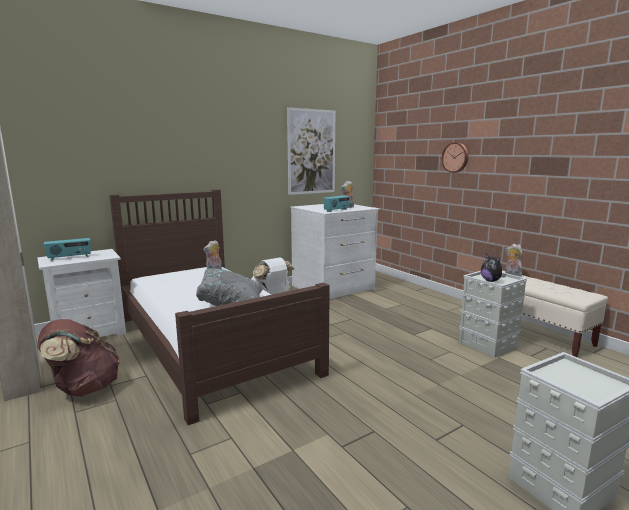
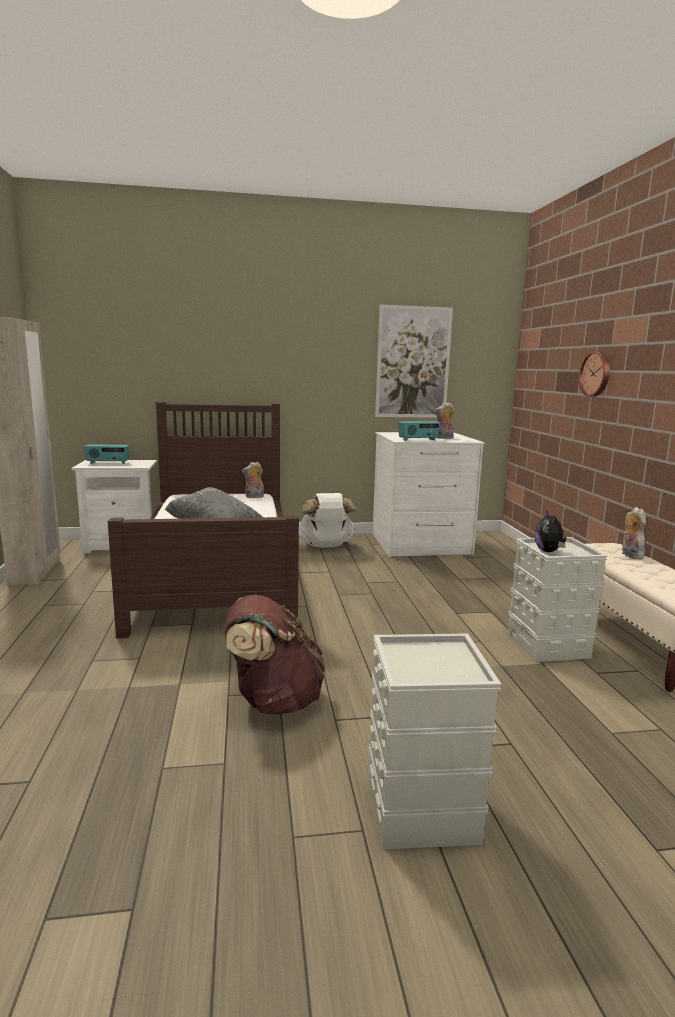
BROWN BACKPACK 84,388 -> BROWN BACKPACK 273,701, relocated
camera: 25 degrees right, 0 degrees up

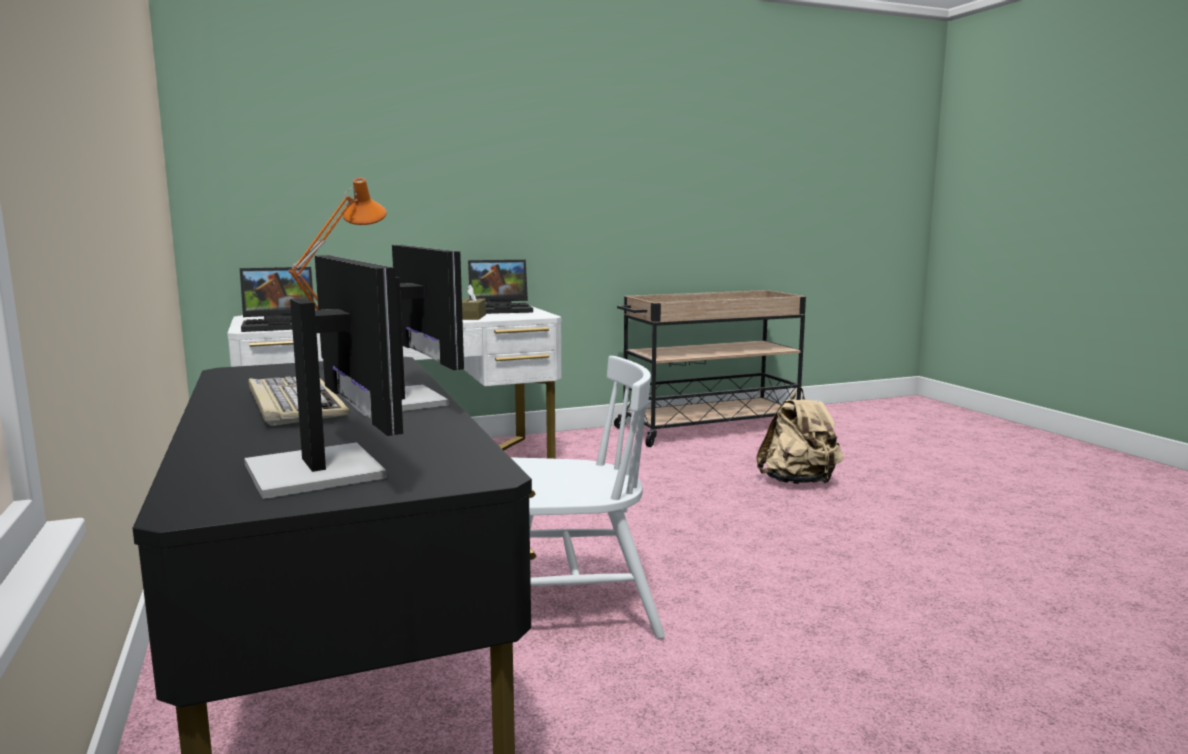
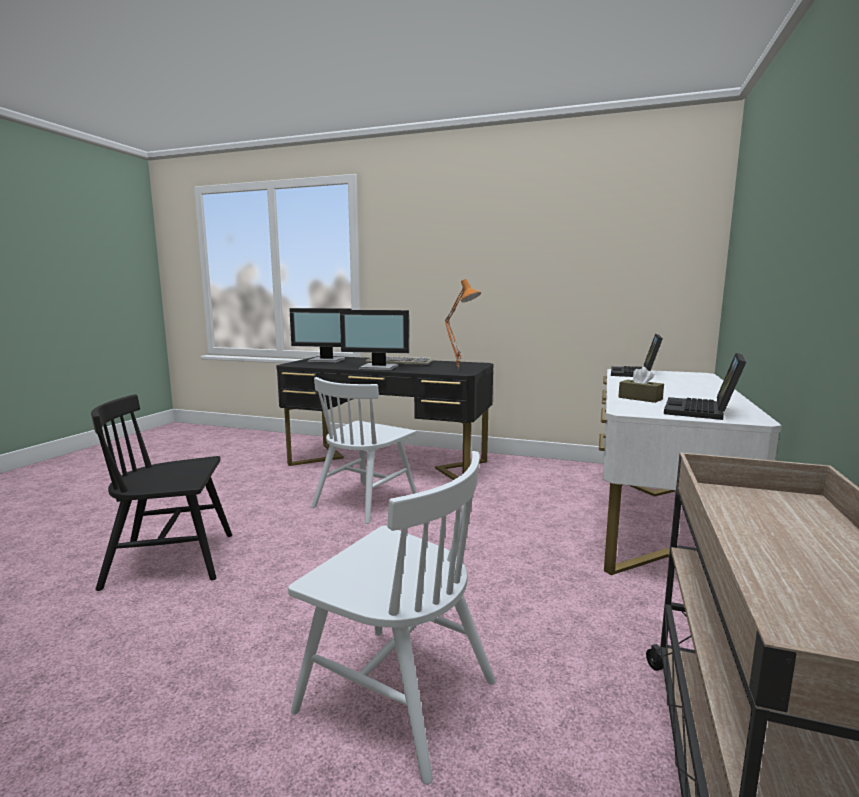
BEIGE BACKPACK 799,482 -> WHITE CHAIR 396,695
none -> BLACK CHAIR 171,560
camera: 130 degrees right, 0 degrees up

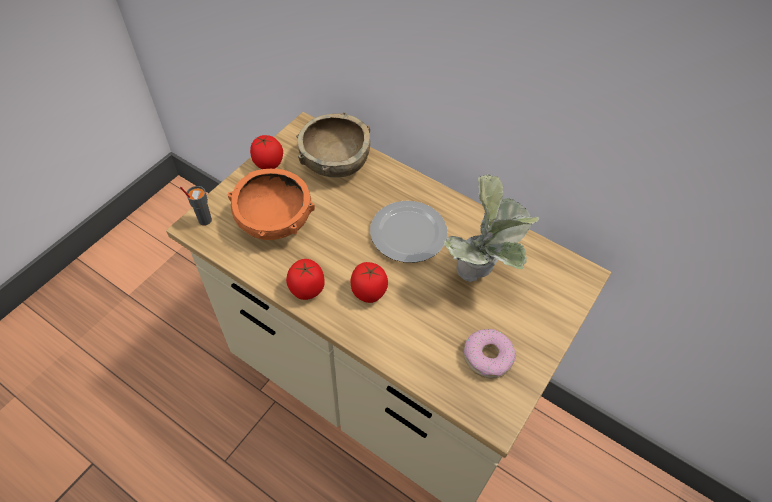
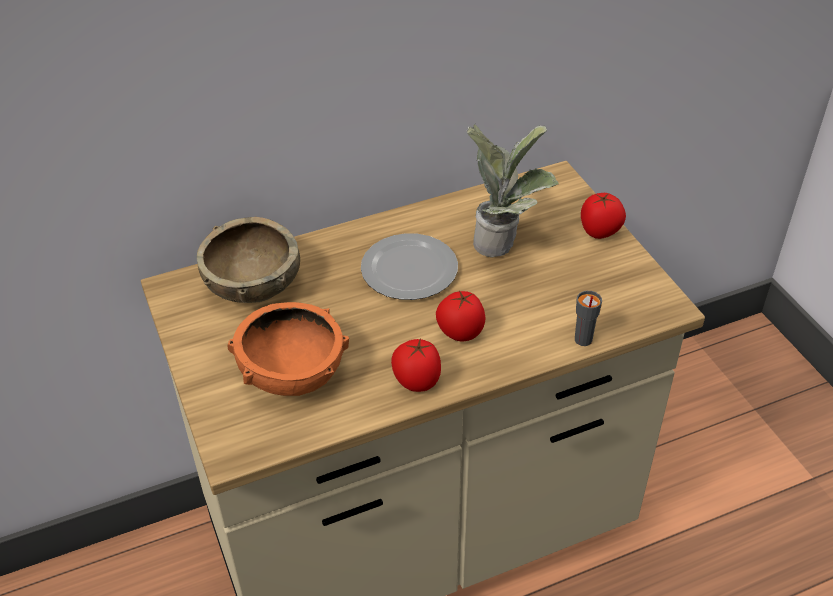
TOMATO 268,165 -> TOMATO 600,232, relocated
GREY CUP 204,220 -> GREY CUP 583,340, relocated
DONUT 487,357 -> none
camera: 55 degrees left, 10 degrees down

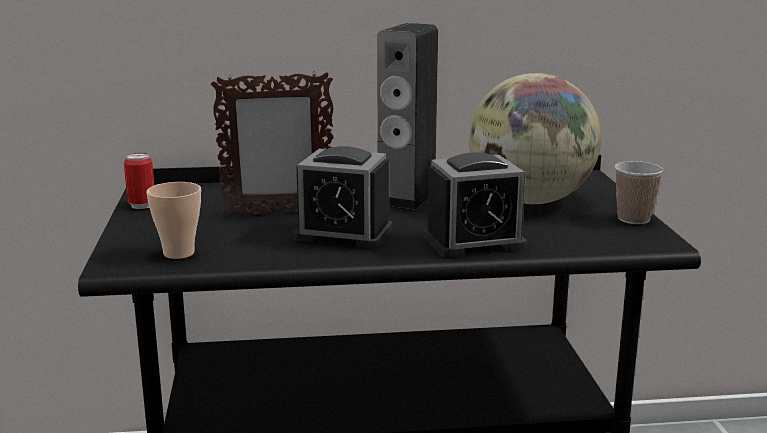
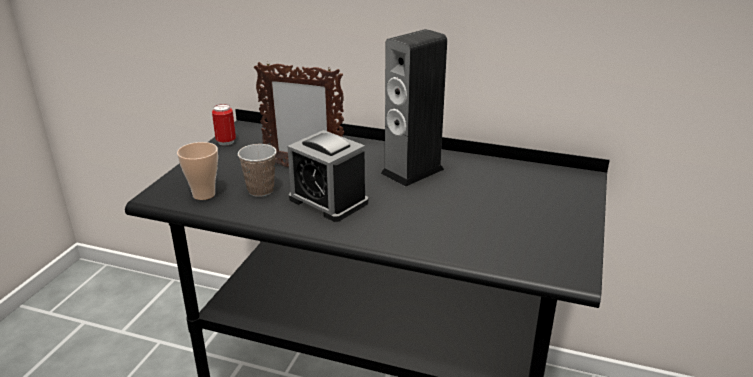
GLOBE 530,201 -> none
ALARM CLOCK 474,242 -> none
CUP 633,219 -> CUP 261,190, relocated
camera: 25 degrees right, 10 degrees up

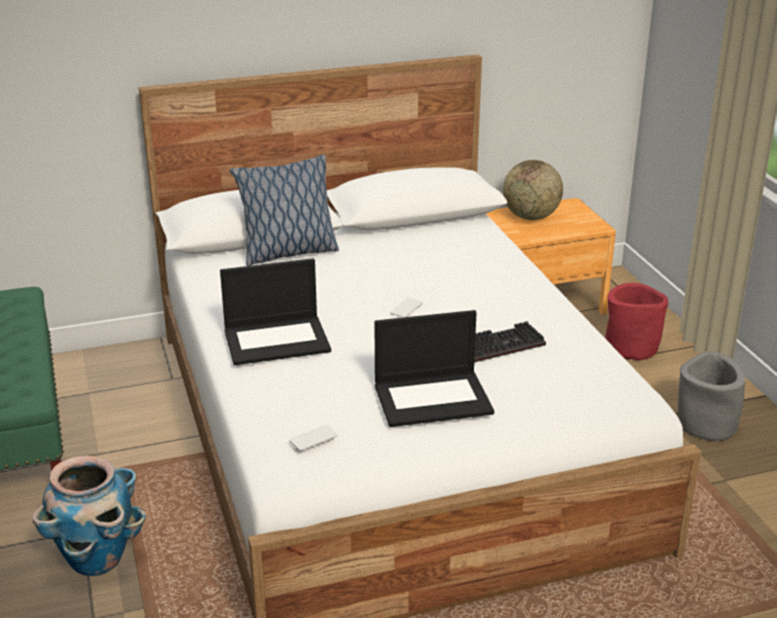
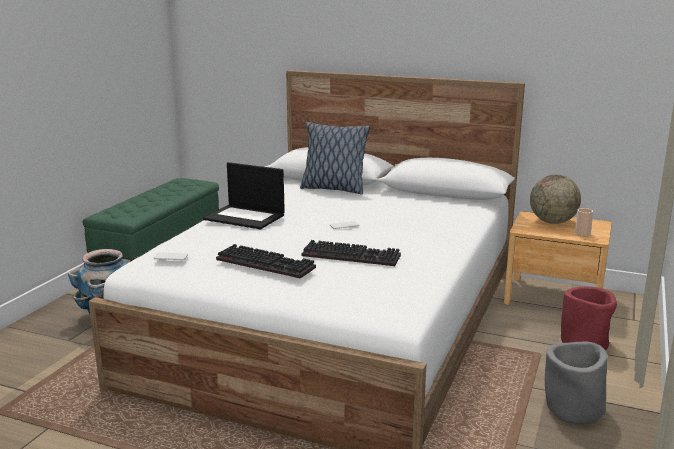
LAPTOP 433,398 -> KEYBOARD 268,263
none -> CUP 582,234
camera: 40 degrees right, 10 degrees down

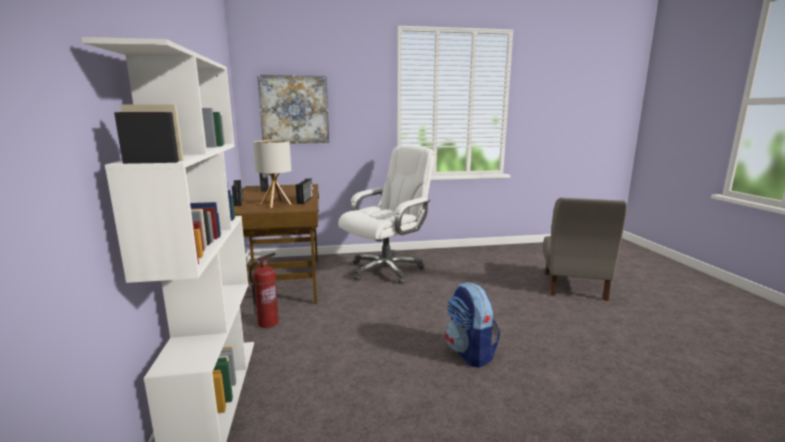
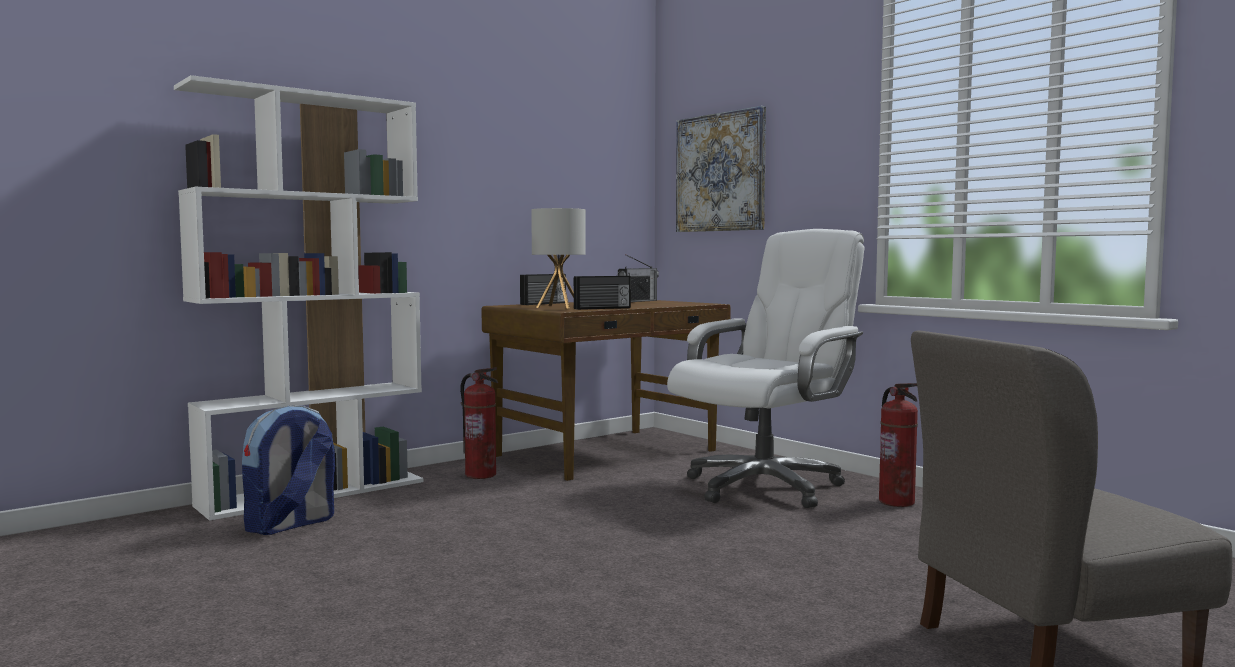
WHITE OFFICE CHAIR 386,269 -> WHITE OFFICE CHAIR 764,487, 60 degrees counterclockwise
BACKPACK 470,353 -> BACKPACK 290,525, relocated
none -> FIRE EXTINGUISHER 897,502
camera: 60 degrees right, 10 degrees down

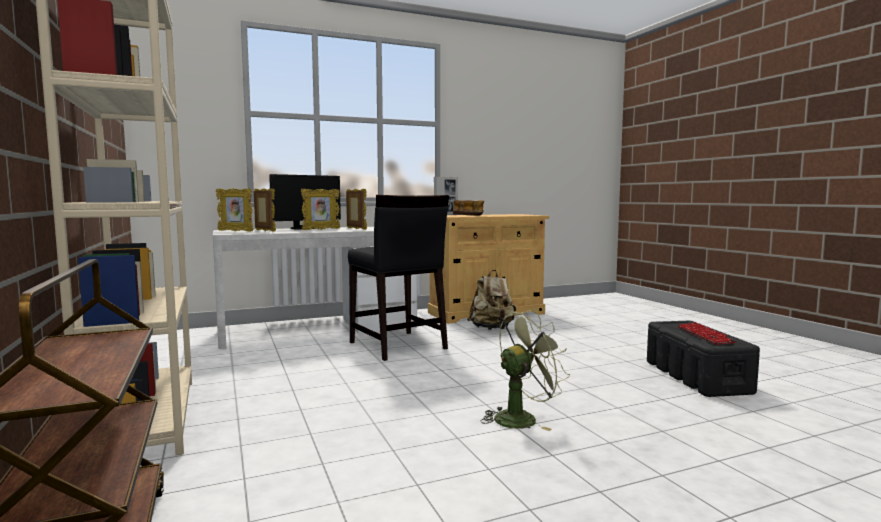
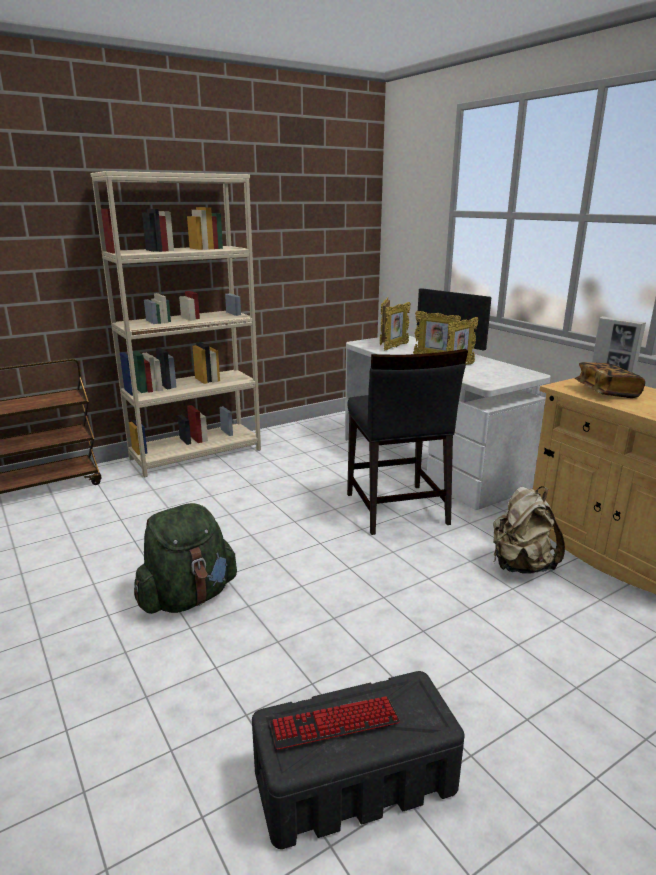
BLACK CHAIR 397,346 -> BLACK CHAIR 396,509, 60 degrees counterclockwise
GREEN FAN 522,418 -> GREEN BACKPACK 188,597
camera: 80 degrees right, 15 degrees up

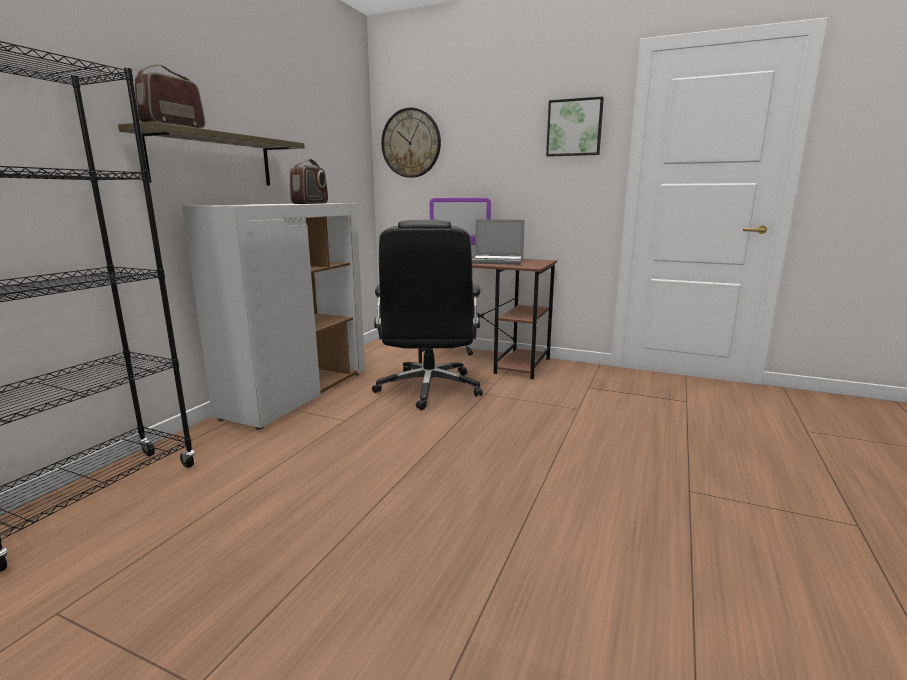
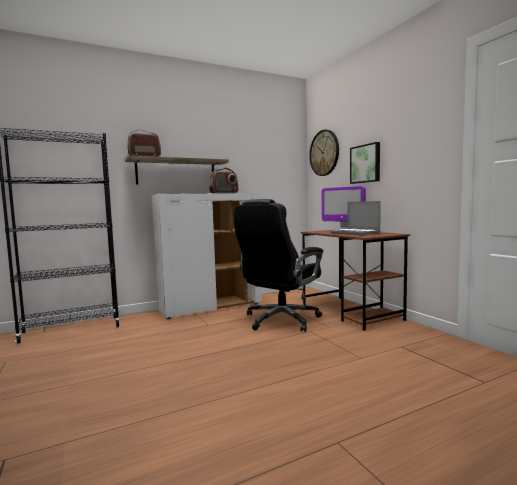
PICTURE 574,128 -> PICTURE 366,163, relocated
camera: 40 degrees right, 10 degrees down

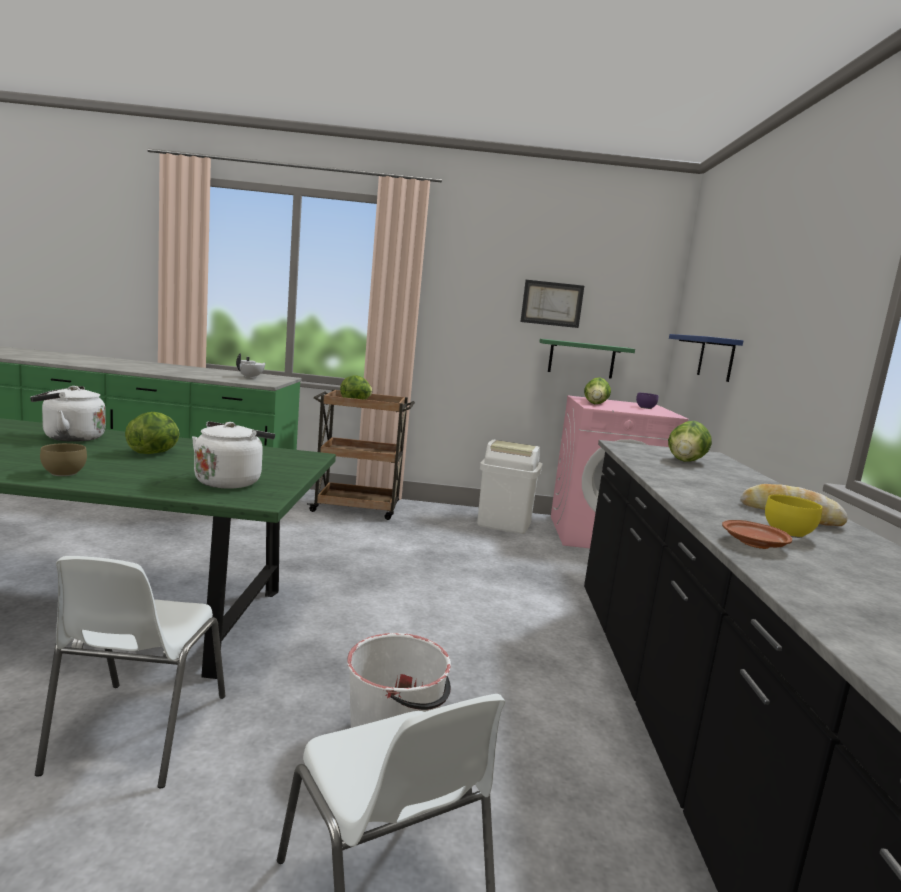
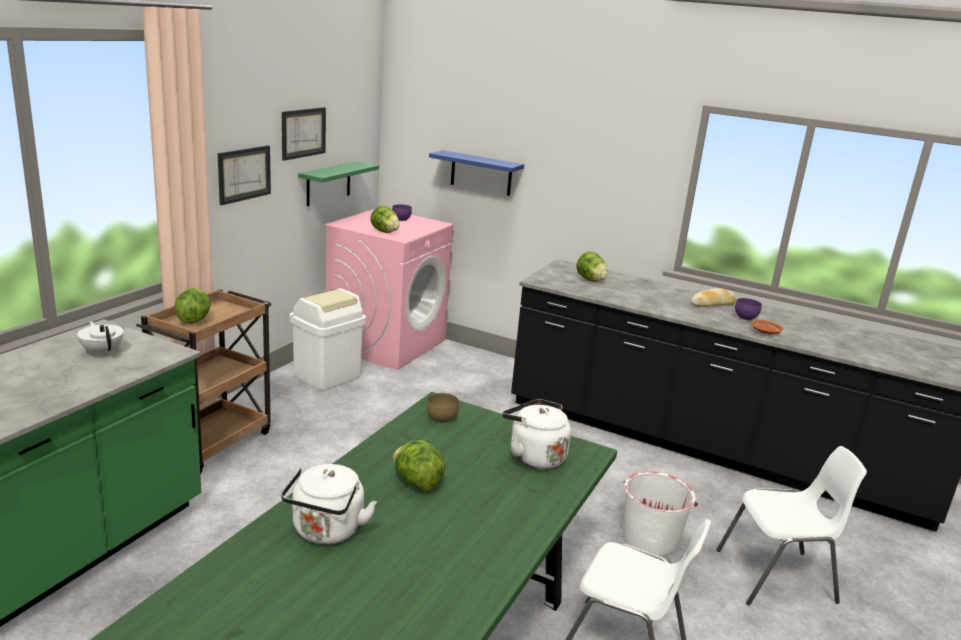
BROWN BOWL 66,473 -> BROWN BOWL 442,418, relocated
YELLOW BOWL 788,533 -> PURPLE BOWL 745,317
none -> PICTURE 244,174
camera: 65 degrees left, 10 degrees up

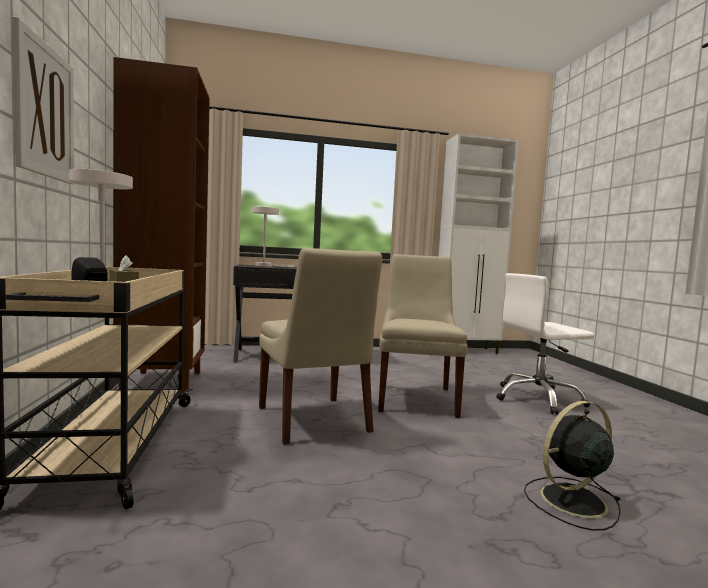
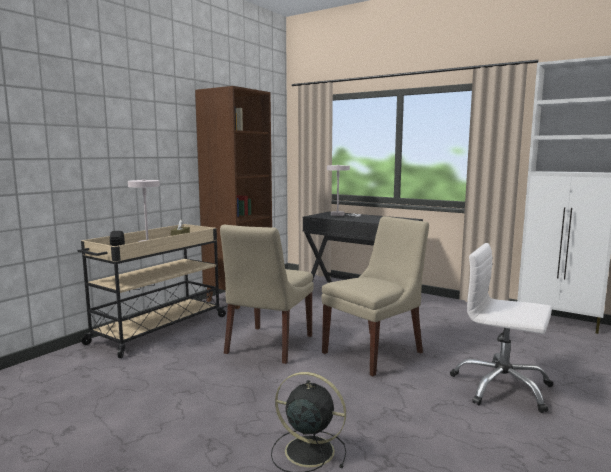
PICTURE 44,111 -> none
camera: 45 degrees right, 5 degrees up

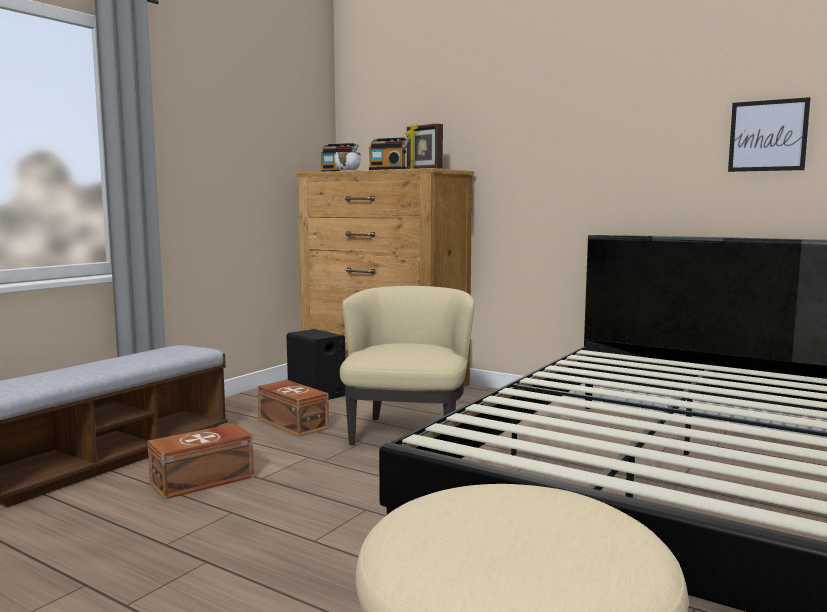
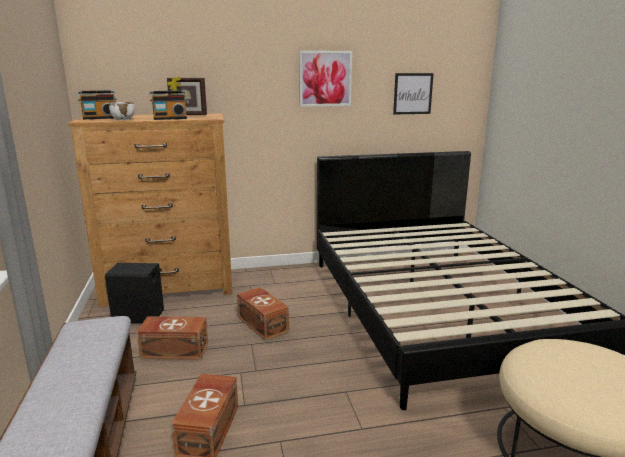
BEIGE ARMCHAIR 407,432 -> BROWN STORAGE BOX 263,324
none -> PICTURE 325,78
camera: 45 degrees left, 10 degrees up

